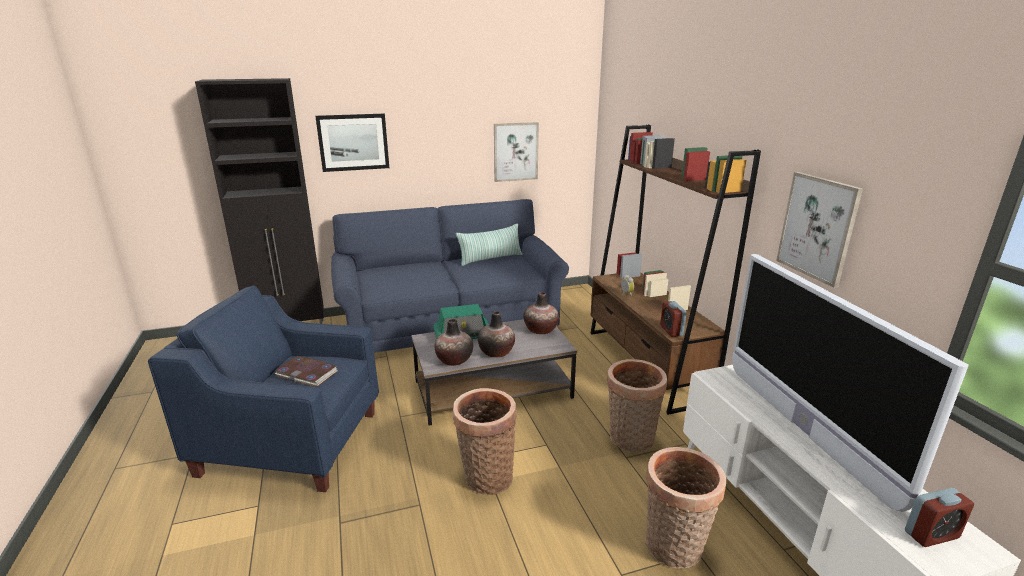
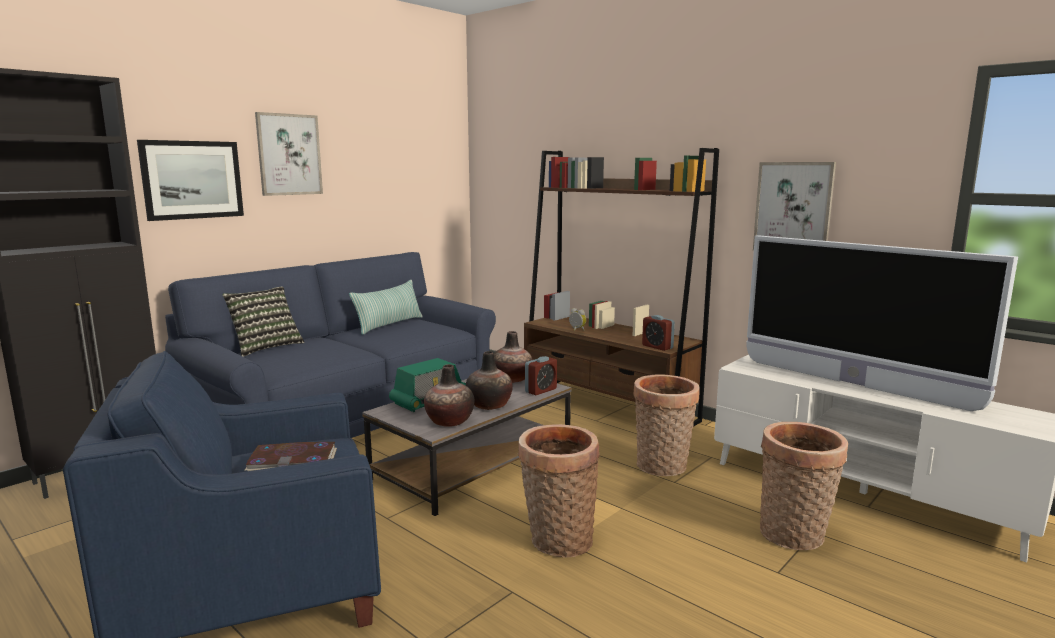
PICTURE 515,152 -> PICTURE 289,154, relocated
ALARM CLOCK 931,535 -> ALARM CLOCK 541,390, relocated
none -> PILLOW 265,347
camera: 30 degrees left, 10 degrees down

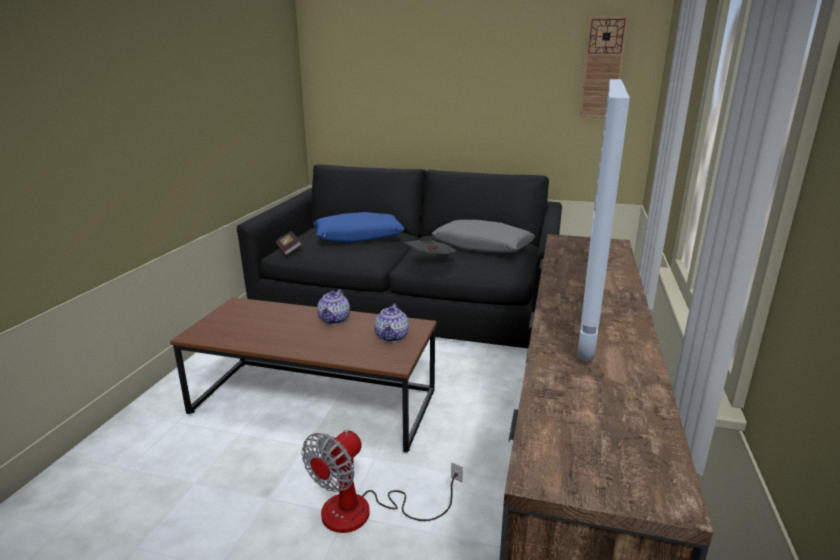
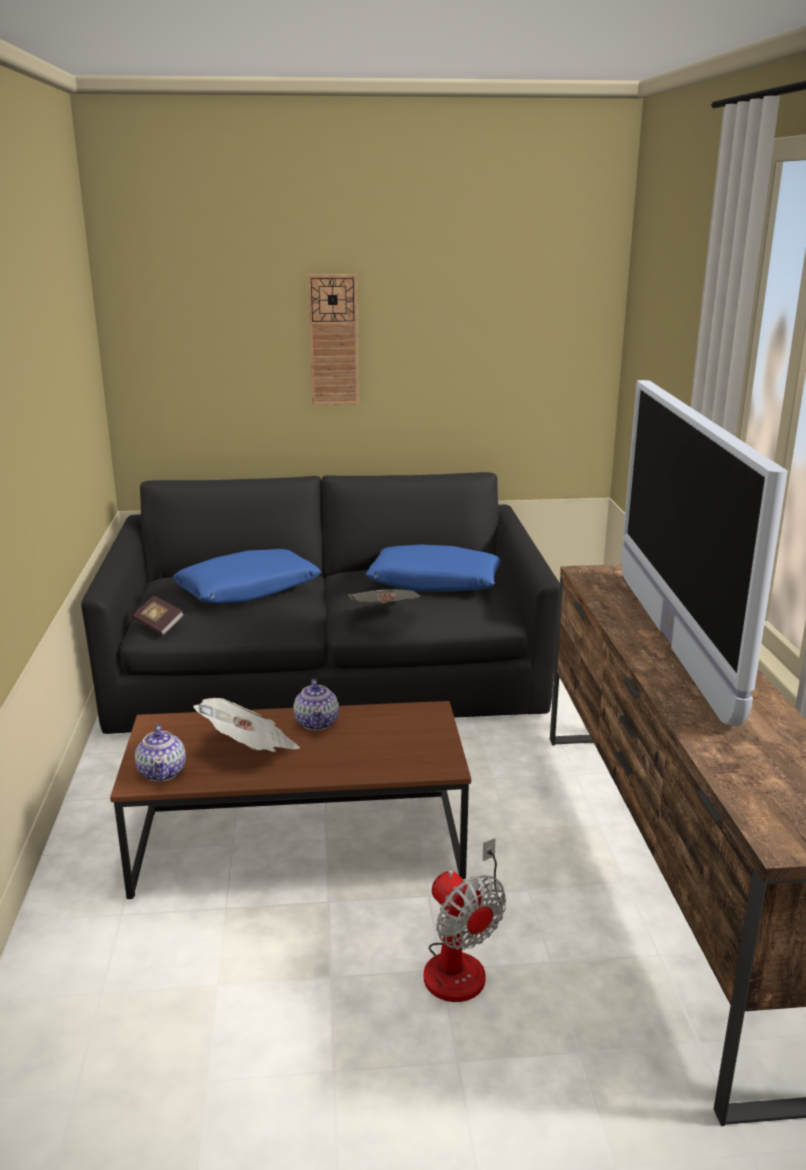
WALL CLOCK 602,68 -> WALL CLOCK 333,340, relocated
GREY PILLOW 482,246 -> BLUE PILLOW 434,582
TEAPOT 392,336 -> TEAPOT 162,772, relocated
FAN 364,512 -> FAN 461,961, 45 degrees counterclockwise
none -> NEWSPAPER 249,749
camera: 20 degrees left, 0 degrees up

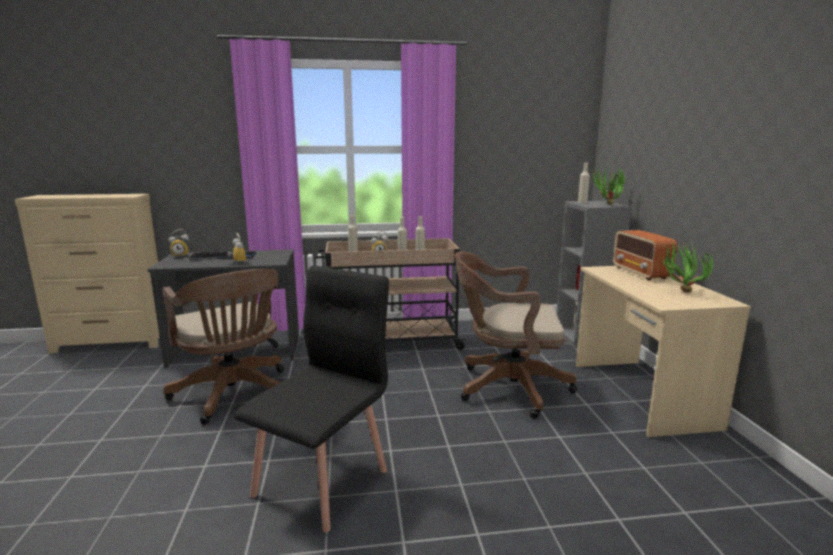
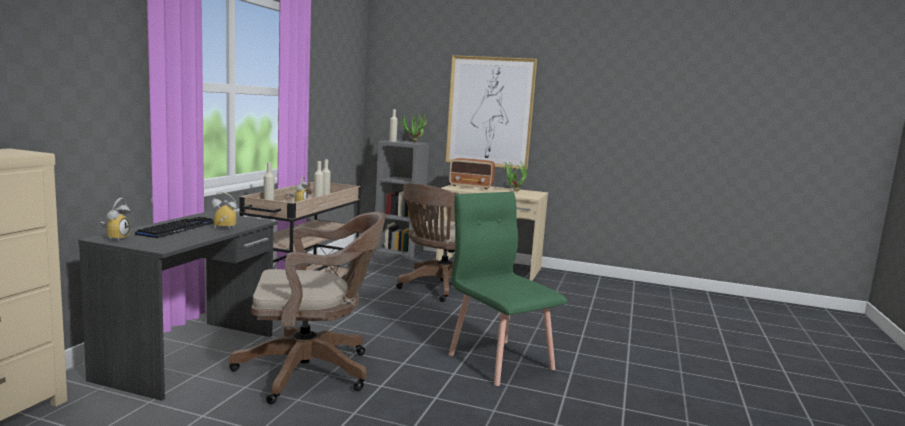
BLACK CHAIR 322,482 -> GREEN CHAIR 500,361
none -> PICTURE 490,112
camera: 65 degrees left, 5 degrees down

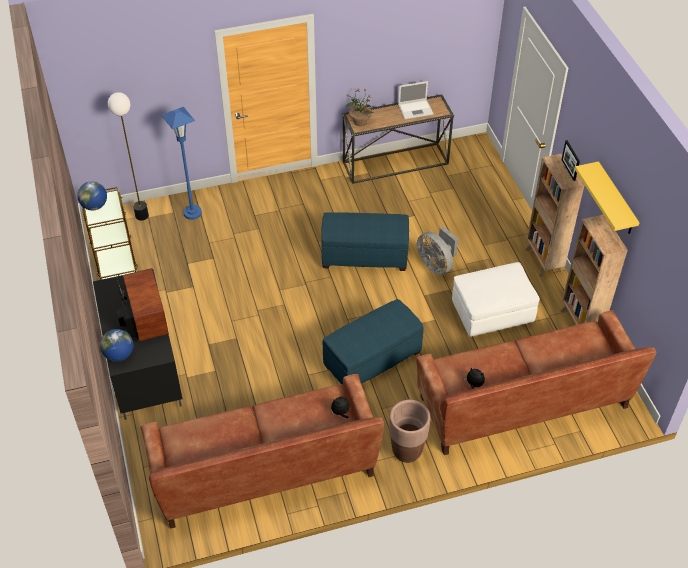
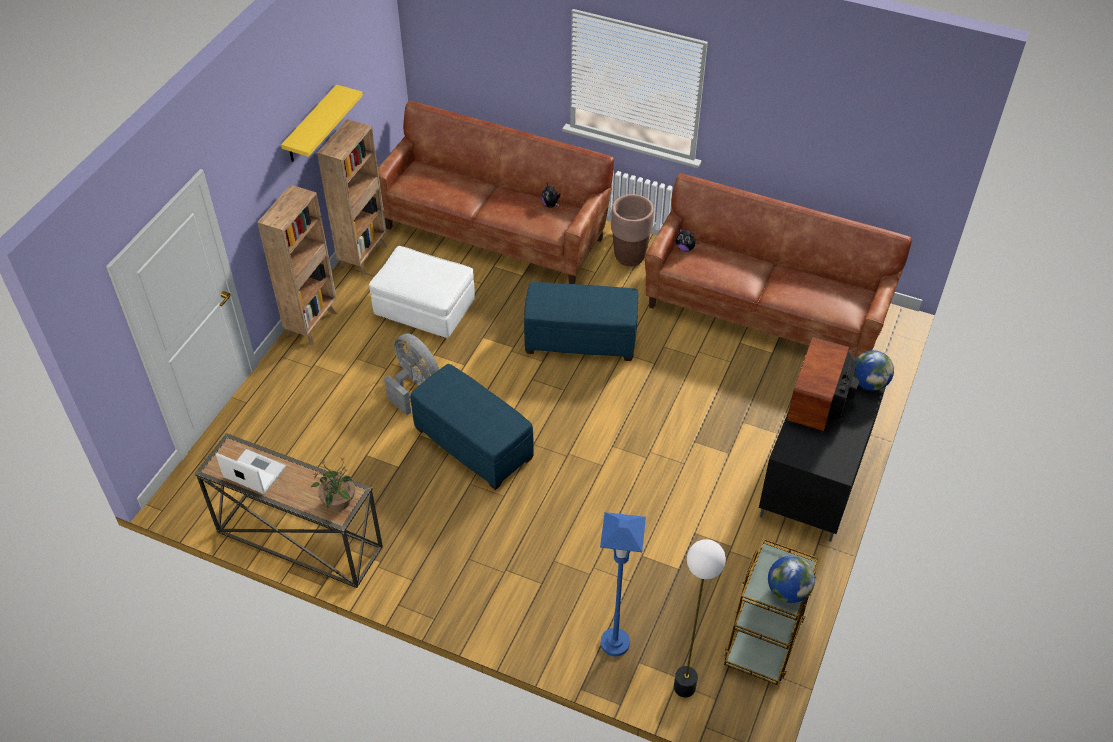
PICTURE FRAME 568,170 -> none
GREY FAN 436,264 -> GREY FAN 414,386, 45 degrees counterclockwise
camera: 140 degrees left, 0 degrees up

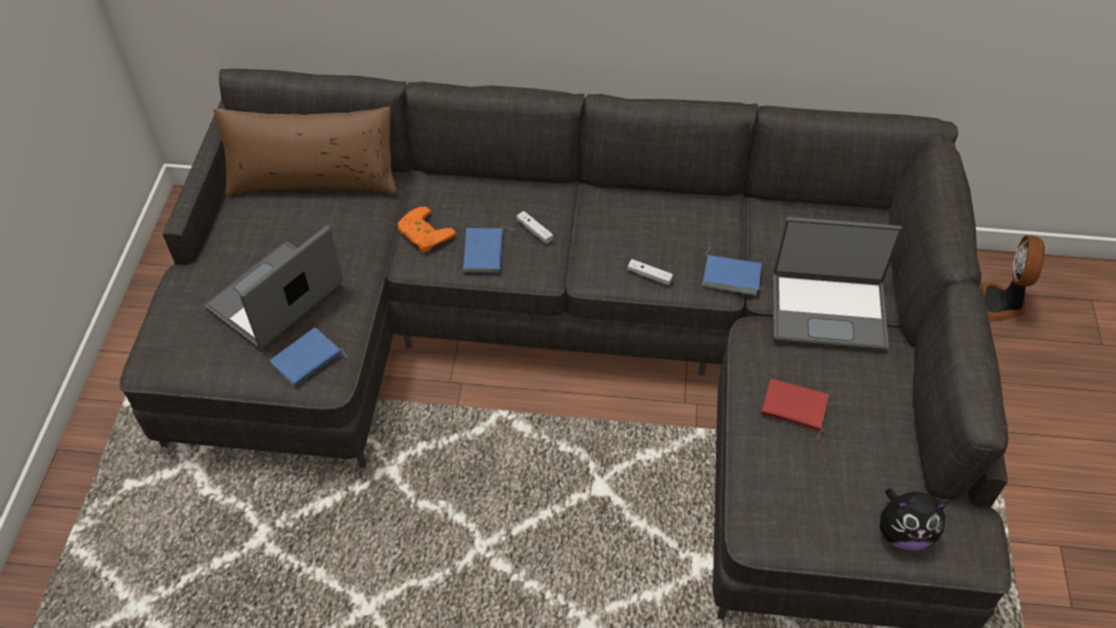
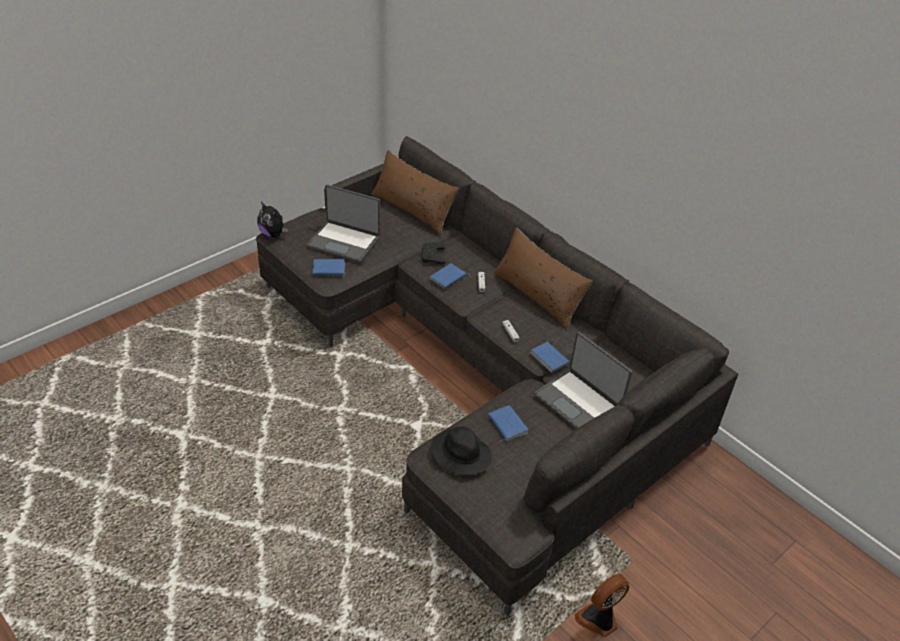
ORANGE GAME CONTROLLER 422,234 -> BLACK GAME CONTROLLER 431,255
LAPTOP 277,299 -> LAPTOP 344,242, 150 degrees counterclockwise
FAN 1002,304 -> FAN 599,619, relocated
RED BOOK 793,409 -> BLUE BOOK 506,425
PLUSH TOY 903,533 -> PLUSH TOY 273,234, relocated
none -> BROWN PILLOW 538,295
none -> BLACK HAT 460,454
camera: 40 degrees right, 10 degrees down

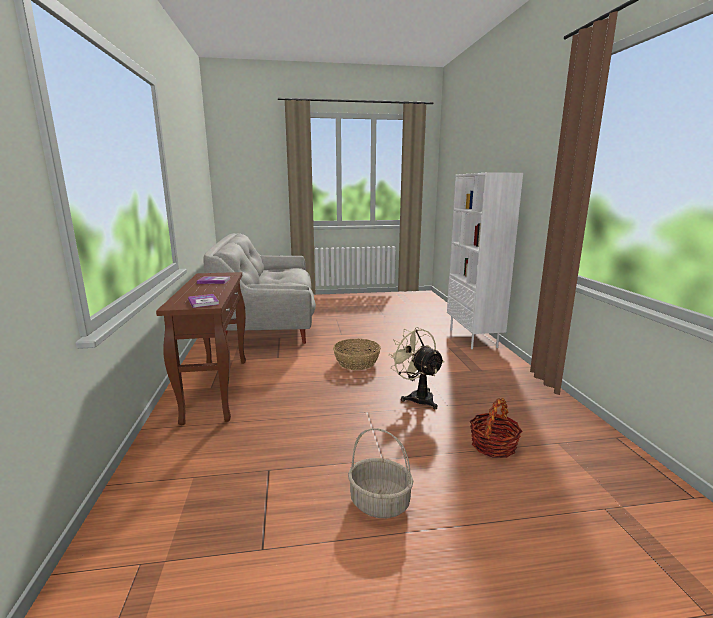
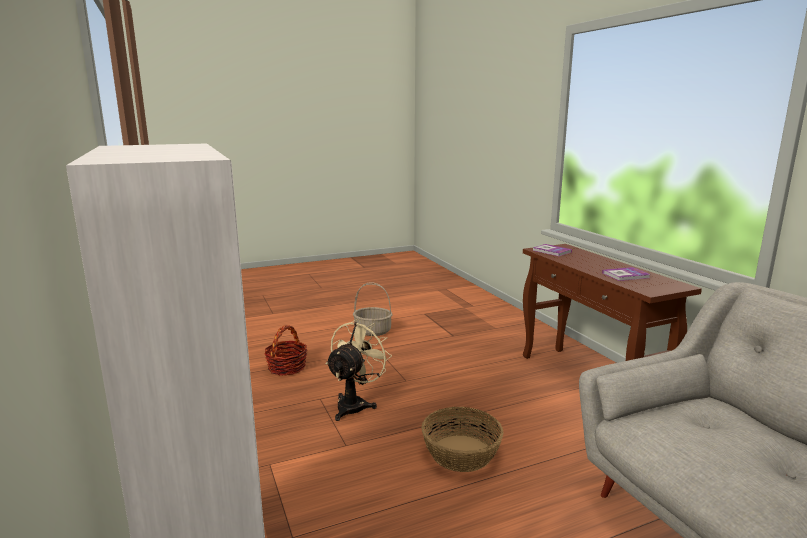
BEIGE FAN 417,397 -> BEIGE FAN 355,404, 105 degrees counterclockwise
camera: 165 degrees right, 0 degrees up

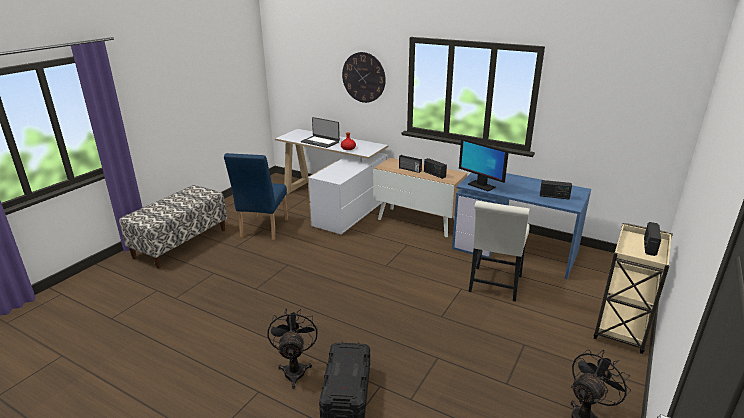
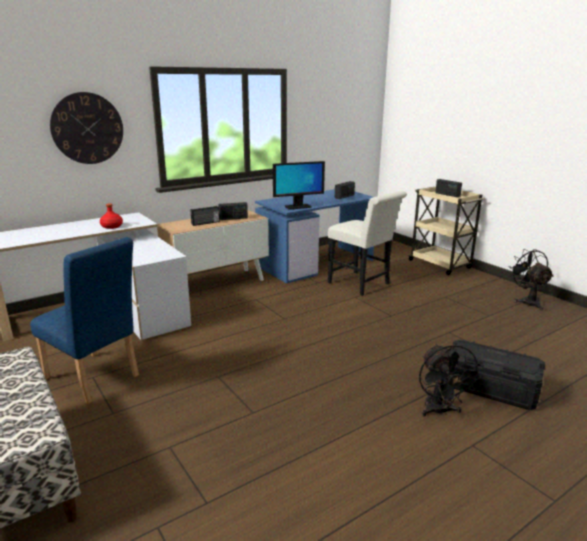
LAPTOP 320,142 -> none
BLACK FAN 295,369 -> BLACK FAN 440,411, 120 degrees counterclockwise
camera: 65 degrees left, 5 degrees down

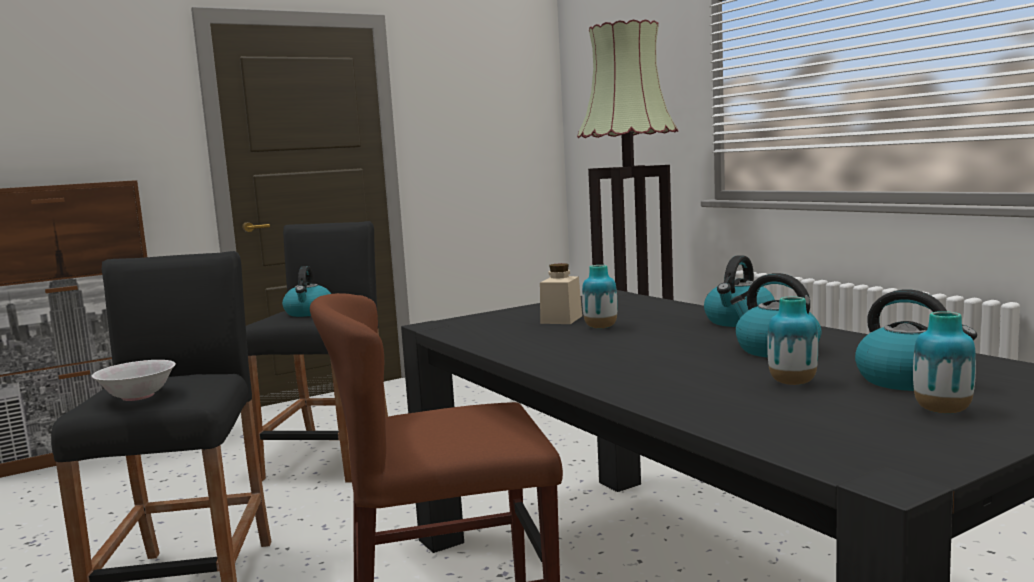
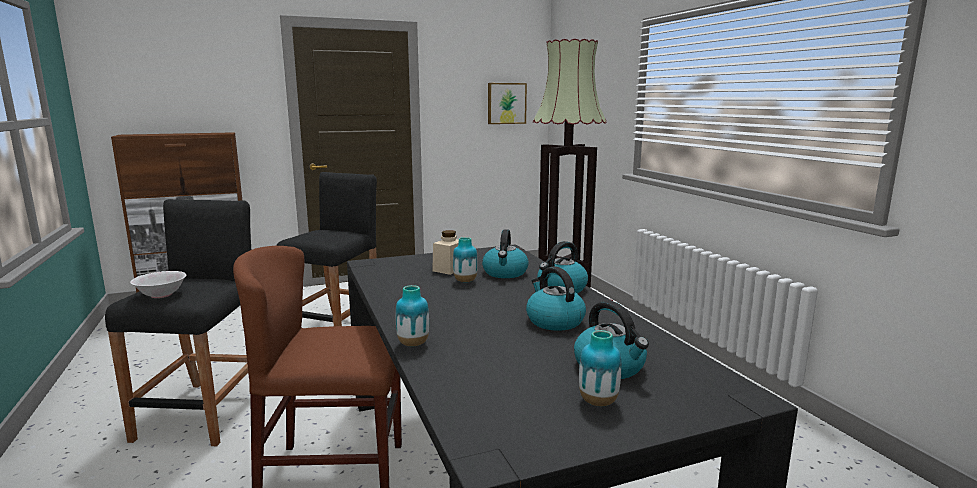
KETTLE 309,313 -> KETTLE 505,273, relocated
VASE 792,383 -> VASE 413,344, relocated
none -> PICTURE 506,103
camera: 10 degrees right, 5 degrees up

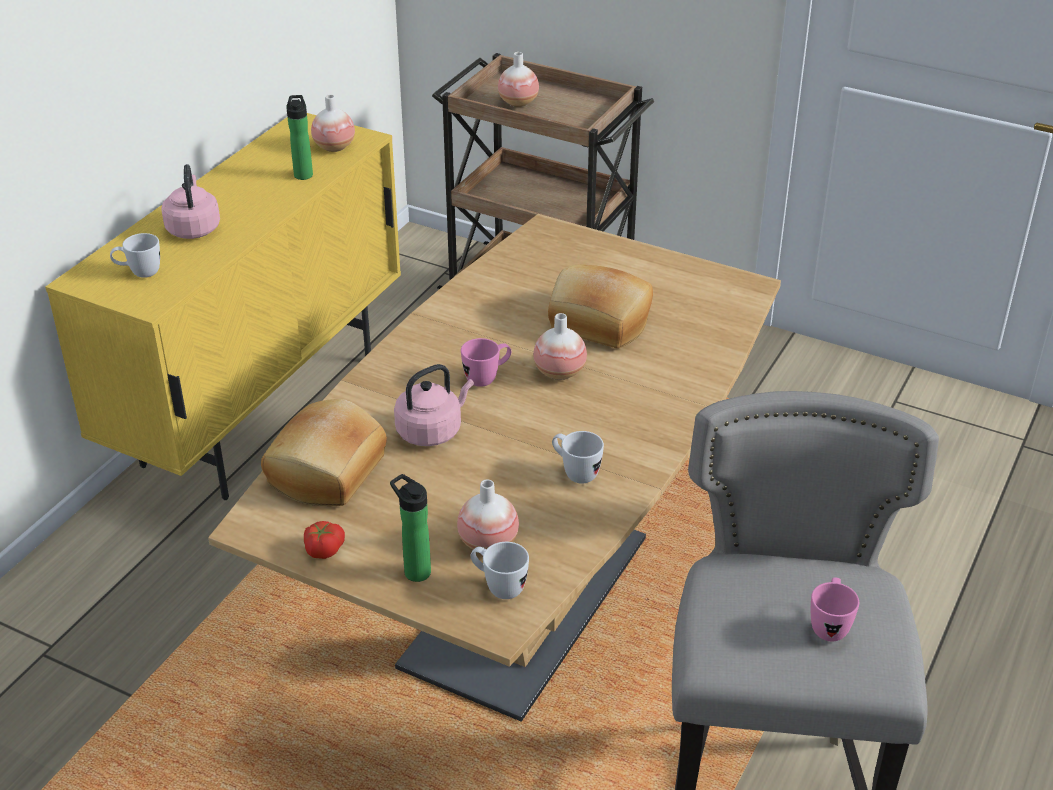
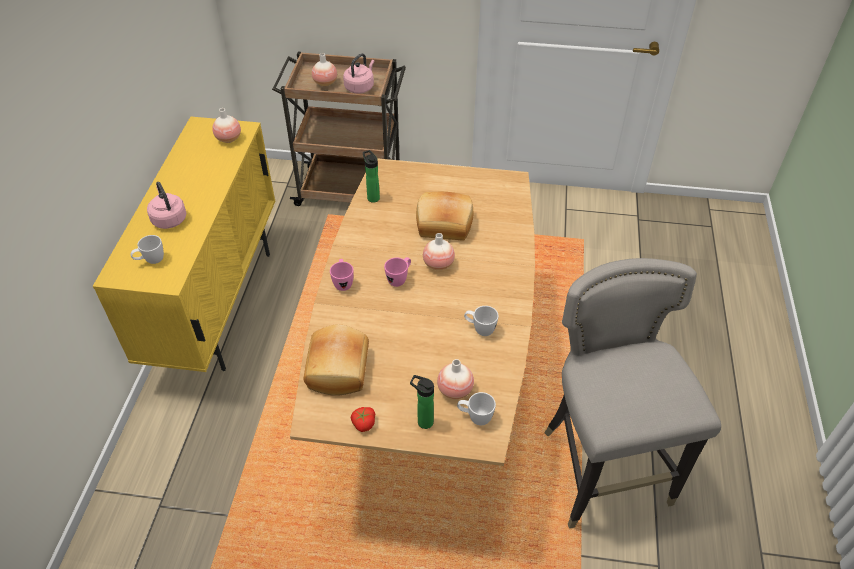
BOTTLE 303,174 -> BOTTLE 372,197, relocated
PINK KETTLE 432,431 -> PINK KETTLE 360,87, relocated
PINK MUG 829,625 -> PINK MUG 343,282, relocated
camera: 20 degrees left, 10 degrees up

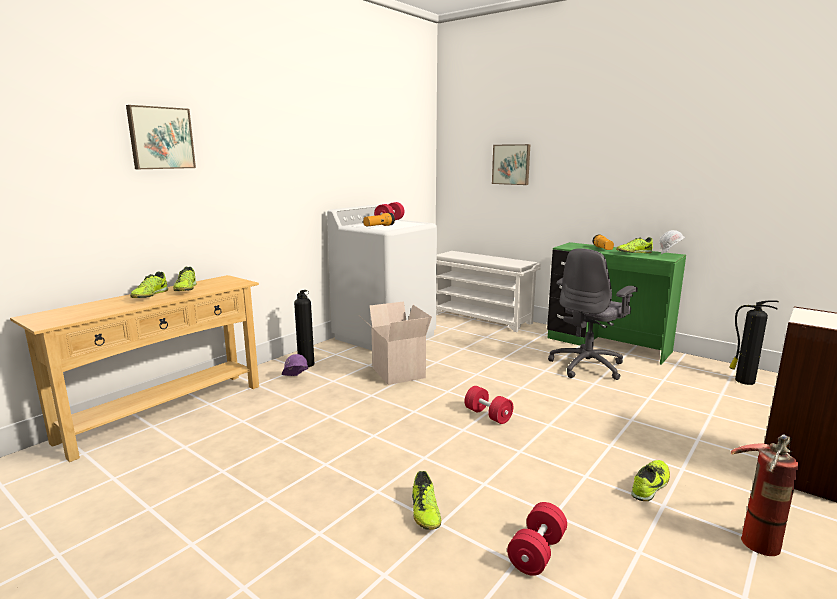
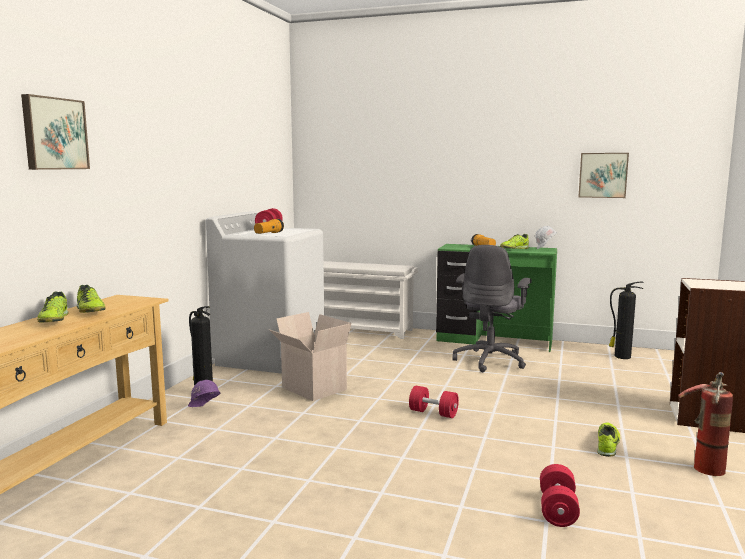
PICTURE 511,164 -> PICTURE 603,175, relocated
SHOE 425,511 -> none
camera: 20 degrees left, 5 degrees down

